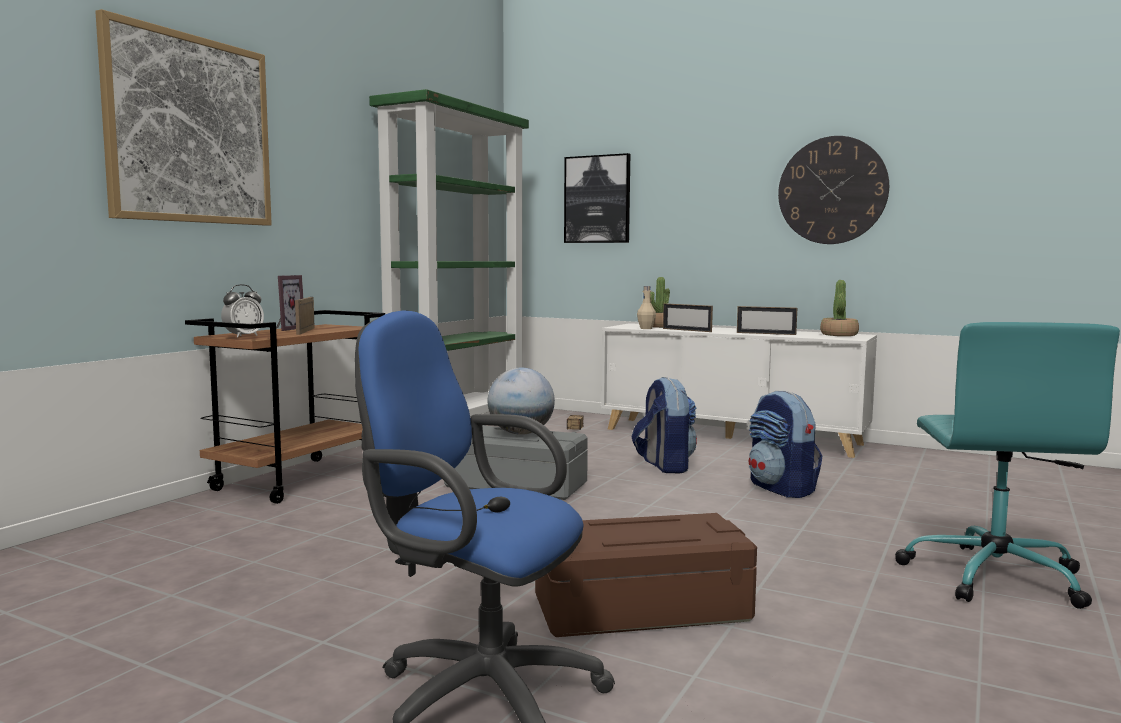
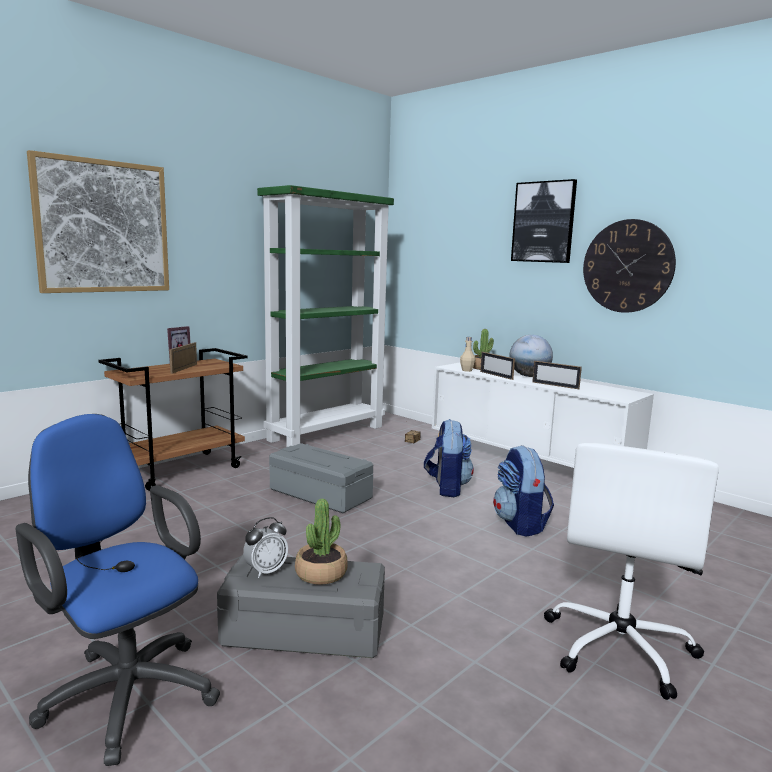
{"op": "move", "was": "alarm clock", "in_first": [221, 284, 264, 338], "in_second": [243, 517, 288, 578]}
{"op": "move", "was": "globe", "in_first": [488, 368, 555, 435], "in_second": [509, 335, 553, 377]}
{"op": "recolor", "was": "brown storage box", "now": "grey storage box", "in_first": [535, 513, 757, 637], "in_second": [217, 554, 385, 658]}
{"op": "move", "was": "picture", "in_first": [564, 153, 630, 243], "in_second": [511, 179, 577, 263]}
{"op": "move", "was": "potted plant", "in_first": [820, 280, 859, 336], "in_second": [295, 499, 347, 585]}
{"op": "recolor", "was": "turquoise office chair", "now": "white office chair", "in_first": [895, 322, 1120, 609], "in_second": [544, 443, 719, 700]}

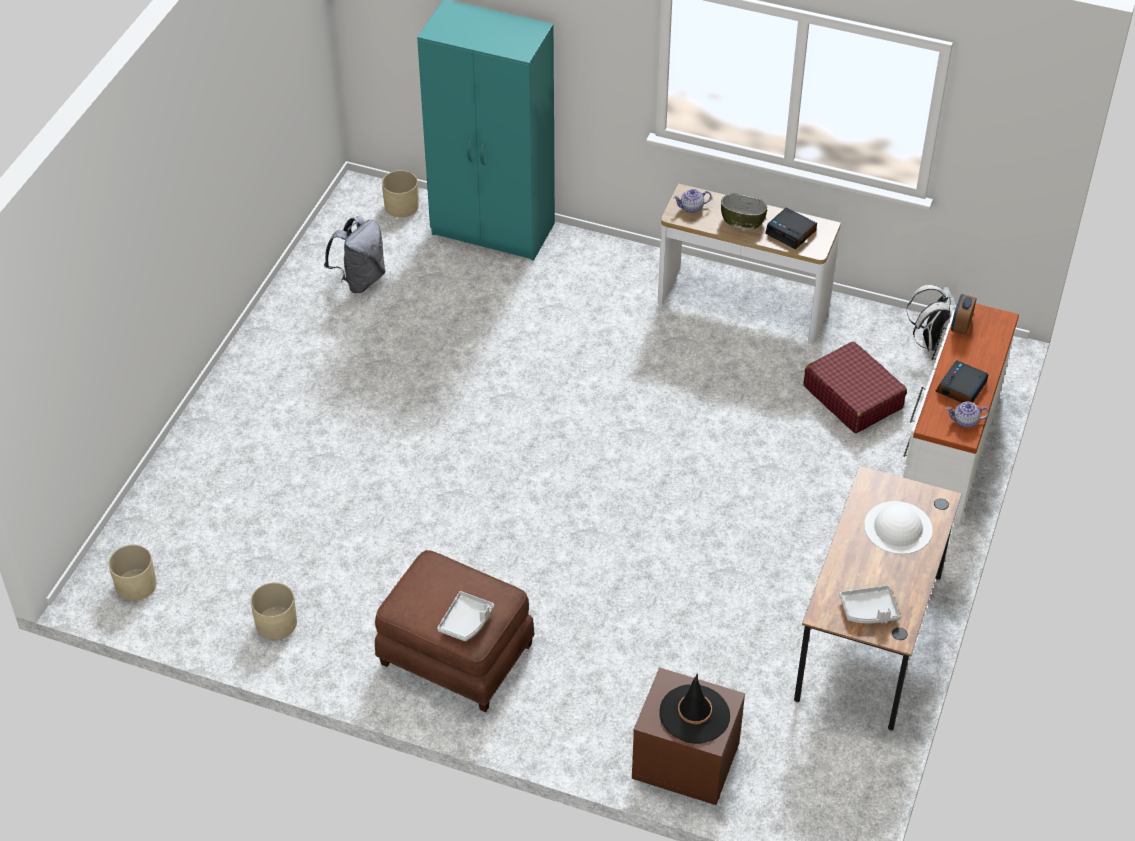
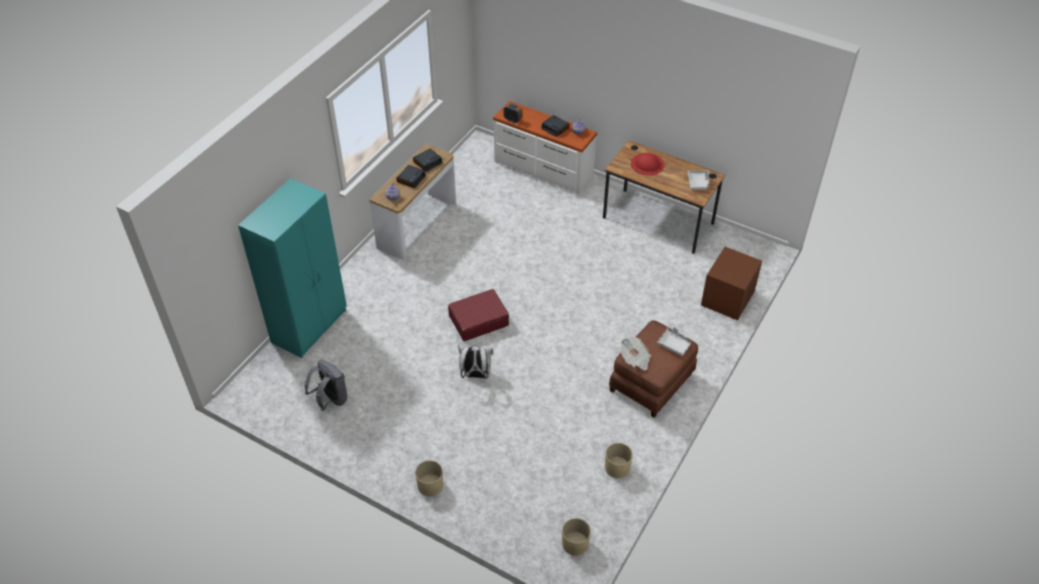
{"op": "move", "was": "beige planter", "in_first": [382, 170, 419, 218], "in_second": [415, 460, 443, 496]}
{"op": "delete", "was": "black hat", "in_first": [659, 673, 730, 744]}
{"op": "replace", "was": "bowl", "now": "alarm clock", "in_first": [721, 194, 767, 230], "in_second": [397, 165, 426, 188]}
{"op": "move", "was": "red suitcase", "in_first": [804, 341, 907, 433], "in_second": [448, 289, 509, 341]}
{"op": "recolor", "was": "white hat", "now": "red hat", "in_first": [864, 501, 933, 554], "in_second": [631, 153, 665, 175]}
{"op": "move", "was": "white backpack", "in_first": [907, 285, 956, 355], "in_second": [458, 345, 494, 379]}
{"op": "insert", "now": "newspaper", "in_second": [620, 337, 651, 370]}

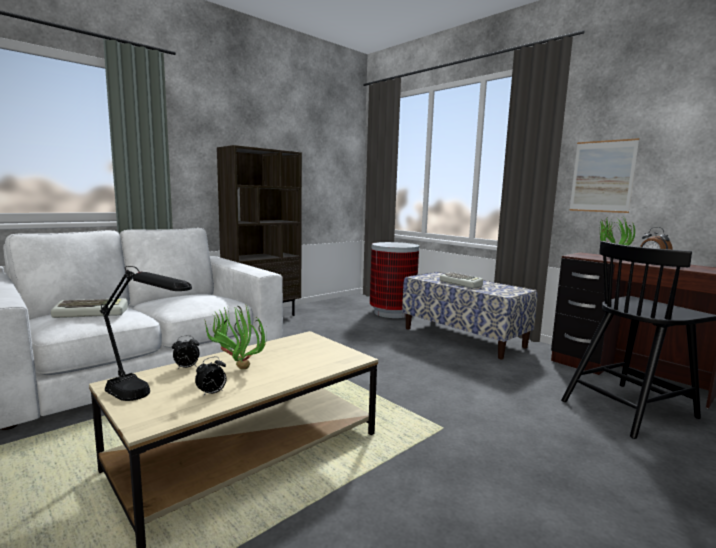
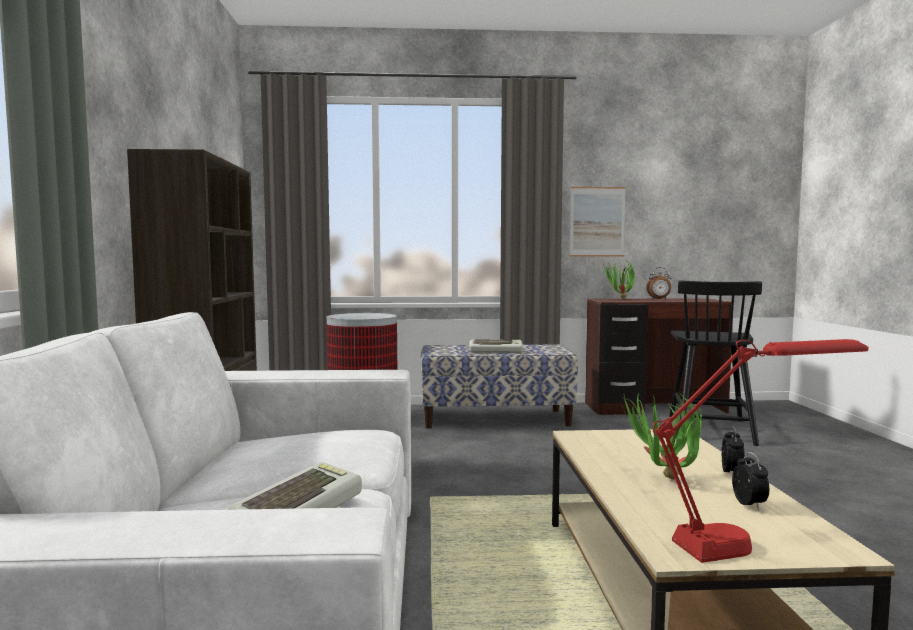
{"op": "recolor", "was": "black table lamp", "now": "red table lamp", "in_first": [100, 266, 192, 401], "in_second": [653, 339, 868, 563]}
{"op": "move", "was": "alarm clock", "in_first": [172, 335, 199, 369], "in_second": [722, 427, 745, 472]}

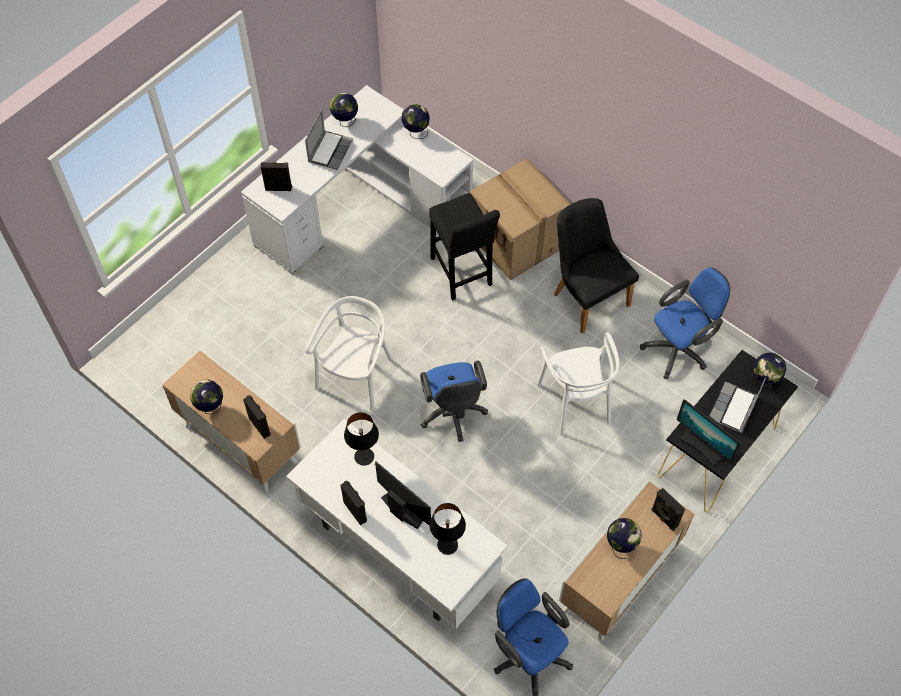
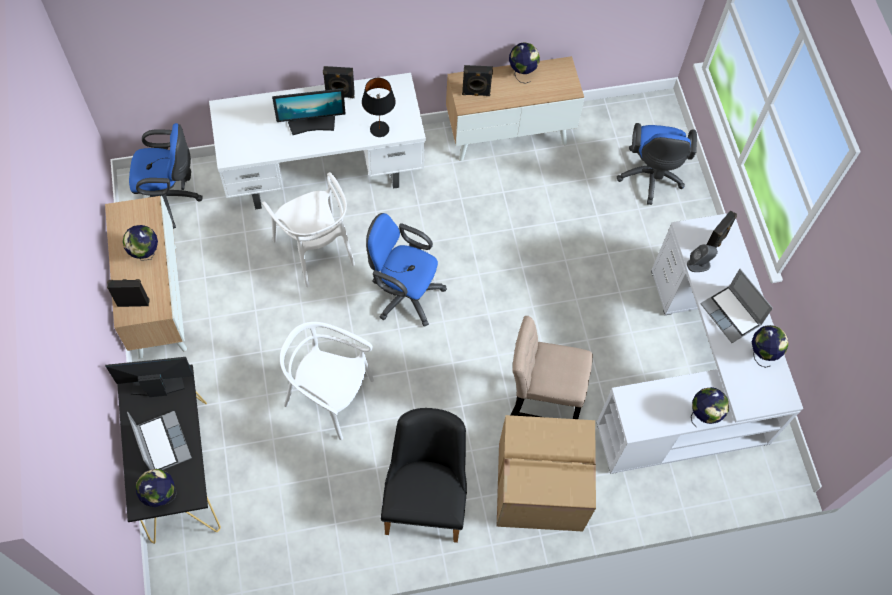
{"op": "move", "was": "white chair", "in_first": [306, 296, 392, 410], "in_second": [262, 172, 355, 287]}
{"op": "recolor", "was": "black stool", "now": "beige stool", "in_first": [429, 193, 500, 300], "in_second": [511, 316, 593, 419]}
{"op": "delete", "was": "black table lamp", "in_first": [429, 503, 466, 555]}
{"op": "rotate", "was": "black chair", "in_first": [554, 198, 639, 334], "in_second": [381, 408, 467, 543], "clockwise": -90}
{"op": "move", "was": "blue office chair", "in_first": [640, 267, 730, 379], "in_second": [617, 123, 697, 205]}
{"op": "insert", "now": "grey speaker", "in_second": [687, 244, 718, 272]}

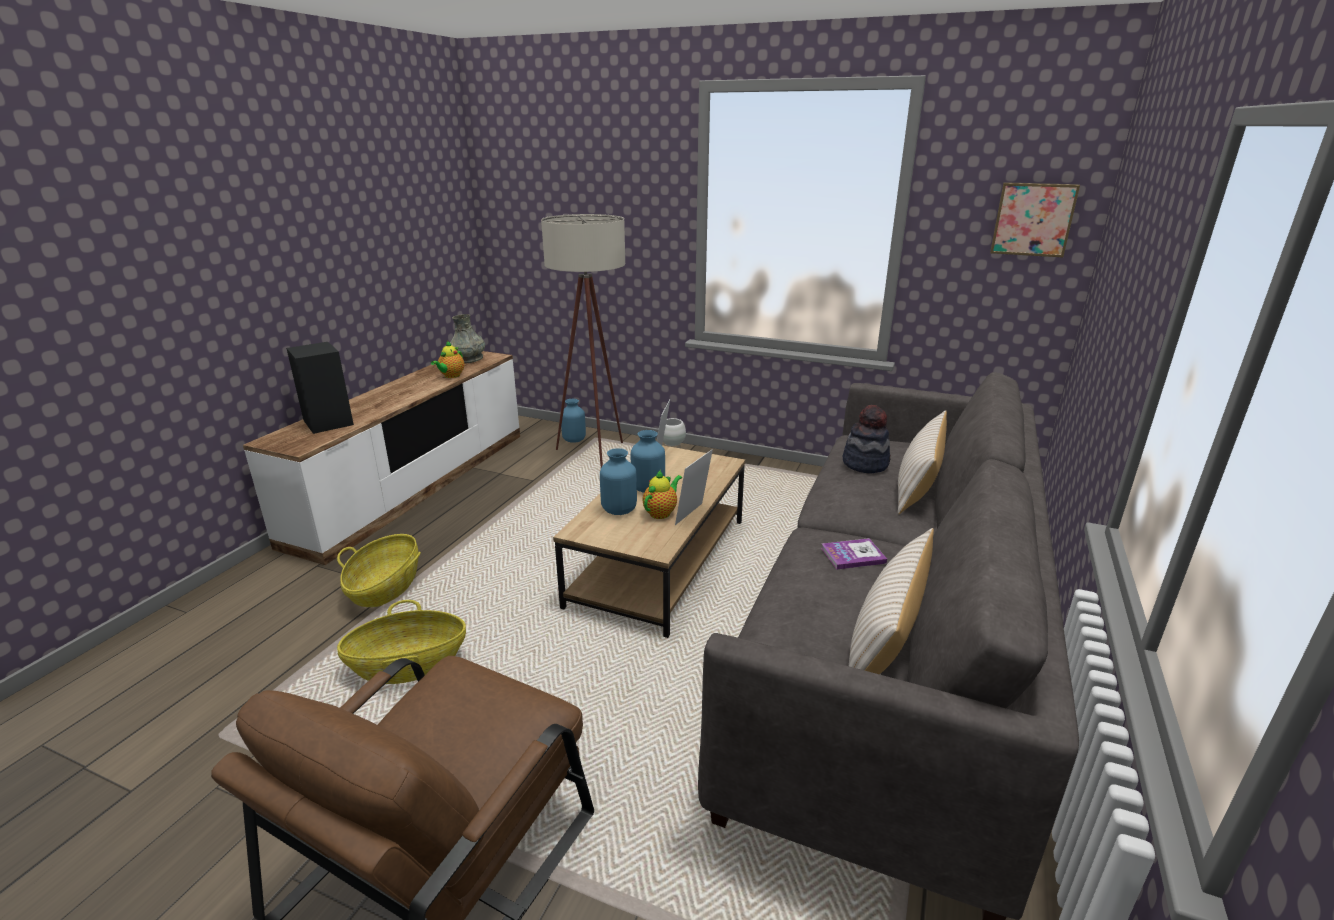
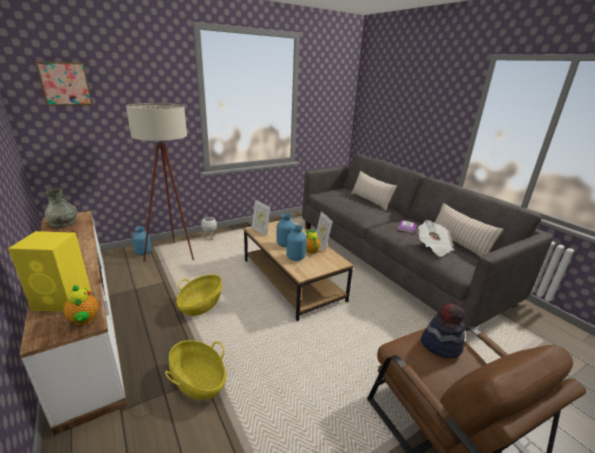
{"op": "recolor", "was": "black speaker", "now": "yellow speaker", "in_first": [286, 342, 354, 434], "in_second": [8, 231, 91, 312]}
{"op": "move", "was": "basket", "in_first": [337, 600, 466, 684], "in_second": [177, 275, 222, 316]}
{"op": "move", "was": "teapot", "in_first": [431, 341, 464, 378], "in_second": [63, 285, 98, 325]}
{"op": "move", "was": "hat", "in_first": [843, 405, 891, 474], "in_second": [421, 303, 465, 358]}
{"op": "move", "was": "picture", "in_first": [990, 182, 1080, 258], "in_second": [35, 61, 93, 106]}
{"op": "insert", "now": "newspaper", "in_second": [418, 220, 454, 257]}

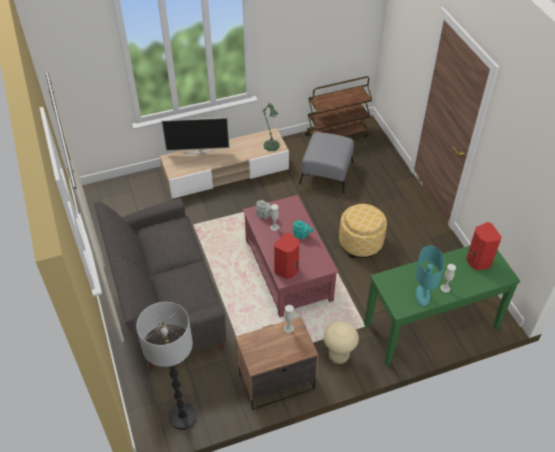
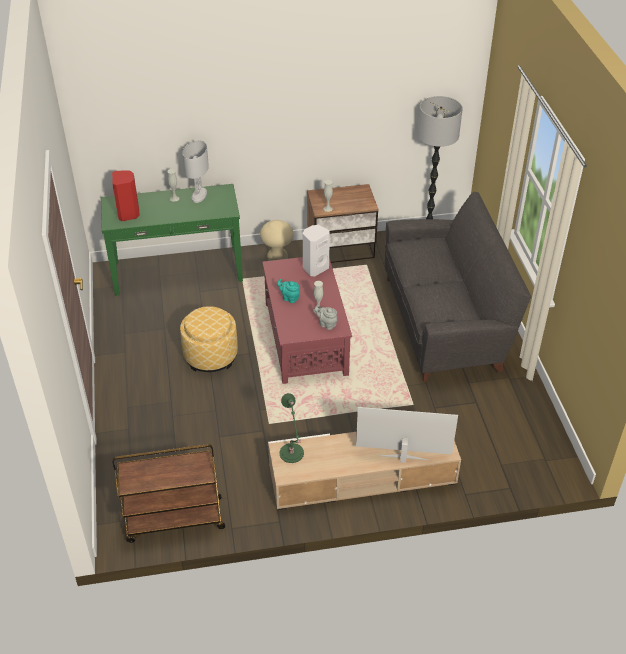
{"op": "recolor", "was": "red speaker", "now": "white speaker", "in_first": [274, 233, 299, 279], "in_second": [303, 225, 330, 276]}
{"op": "delete", "was": "grey ottoman", "in_first": [299, 132, 354, 193]}
{"op": "recolor", "was": "turquoise table lamp", "now": "white table lamp", "in_first": [415, 245, 444, 306], "in_second": [183, 140, 209, 203]}

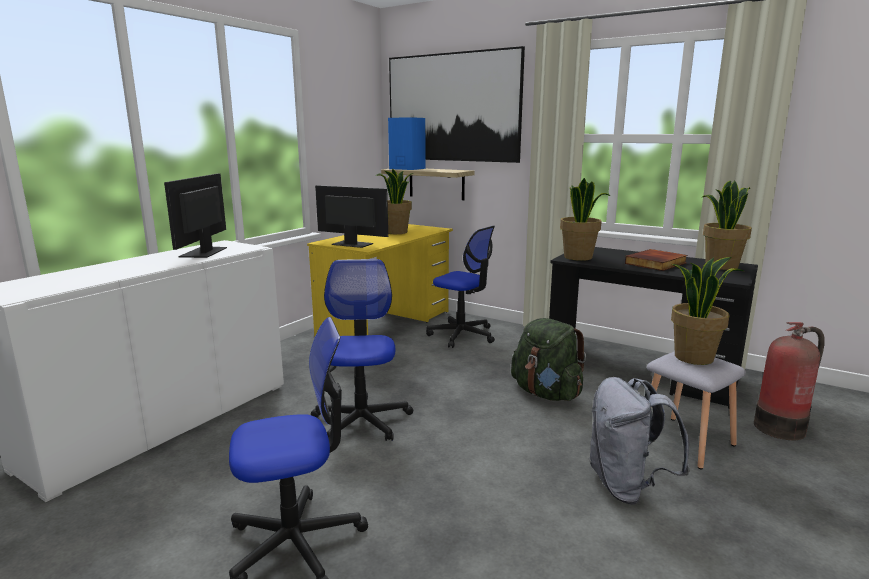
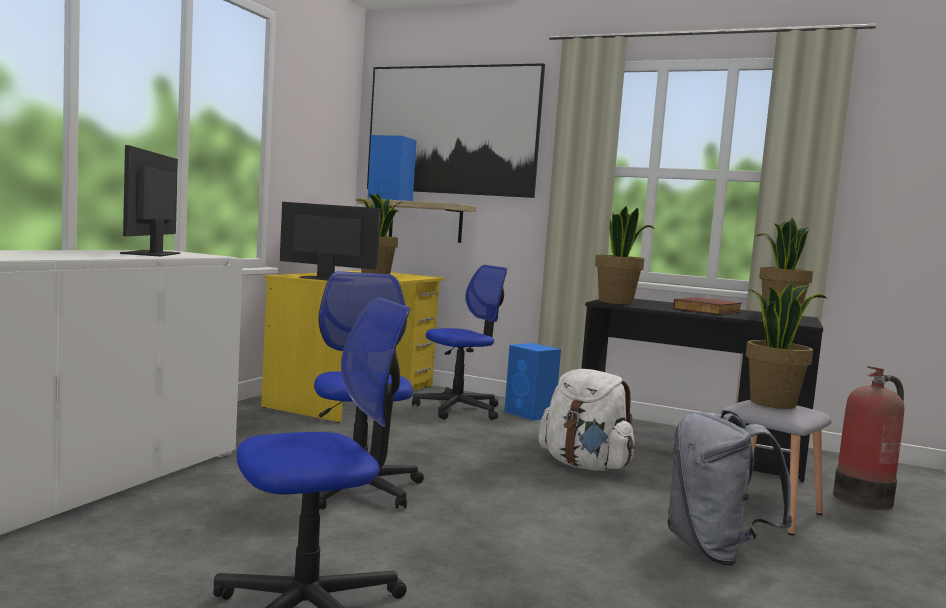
{"op": "rotate", "was": "office chair", "in_first": [426, 226, 495, 348], "in_second": [412, 265, 507, 420], "clockwise": -60}
{"op": "recolor", "was": "green backpack", "now": "white backpack", "in_first": [511, 318, 586, 401], "in_second": [539, 369, 635, 471]}
{"op": "insert", "now": "blue speaker", "in_second": [504, 343, 561, 421]}

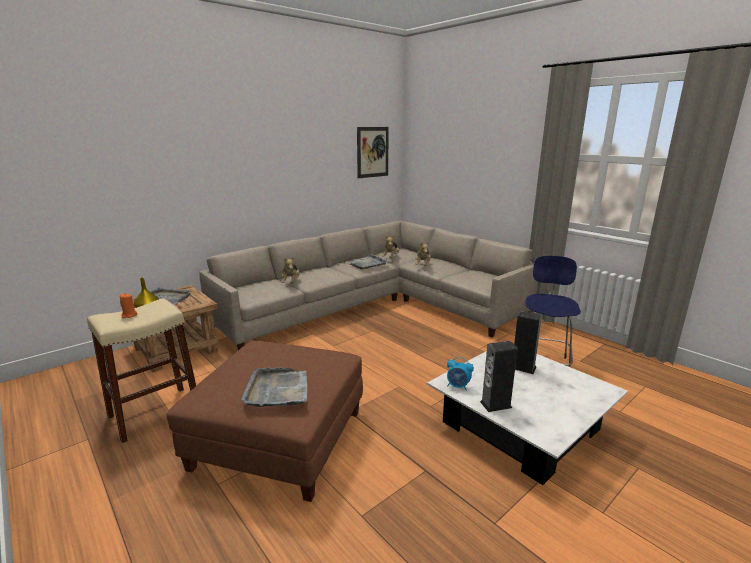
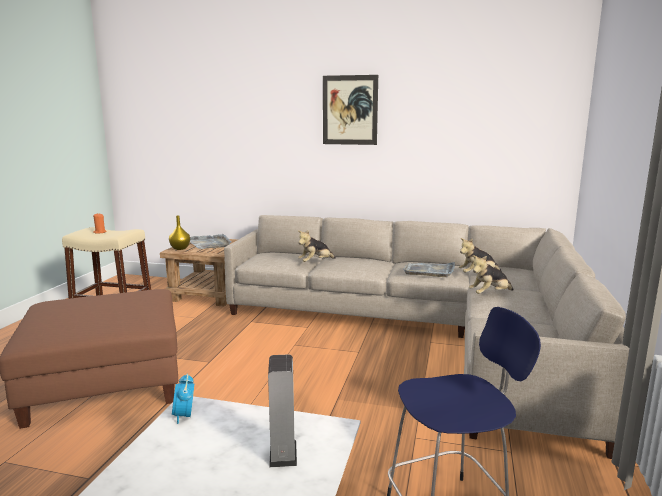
{"op": "delete", "was": "grey tray", "in_first": [241, 367, 307, 407]}
{"op": "move", "was": "picture", "in_first": [357, 127, 389, 178], "in_second": [323, 75, 378, 145]}
{"op": "delete", "was": "speaker", "in_first": [480, 341, 518, 412]}

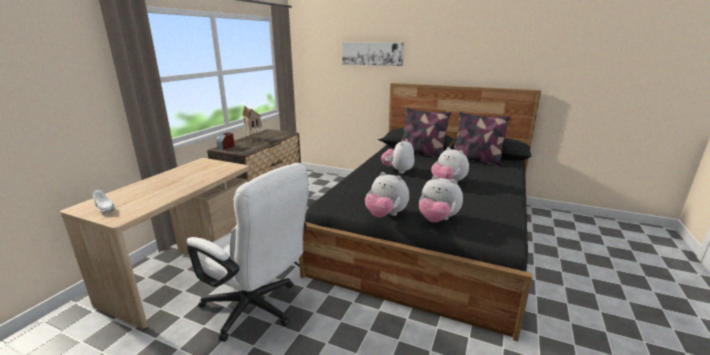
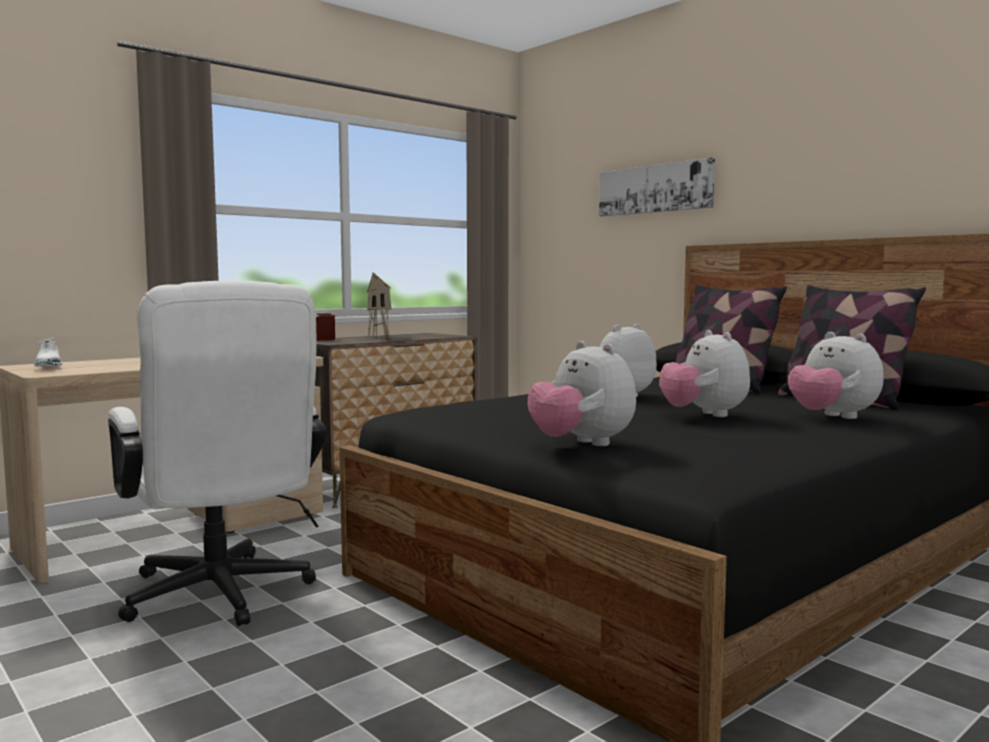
{"op": "move", "was": "plush toy", "in_first": [365, 172, 409, 217], "in_second": [788, 332, 884, 419]}

